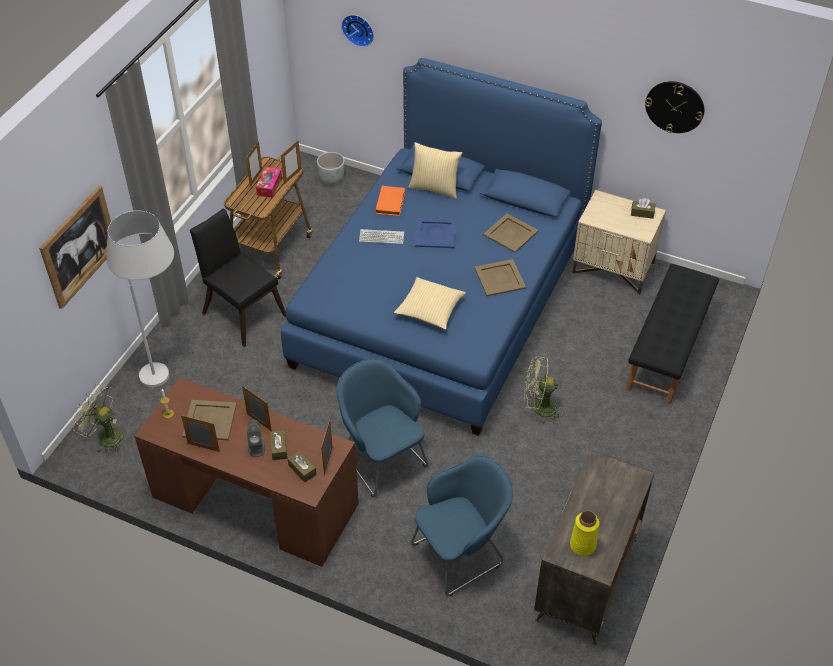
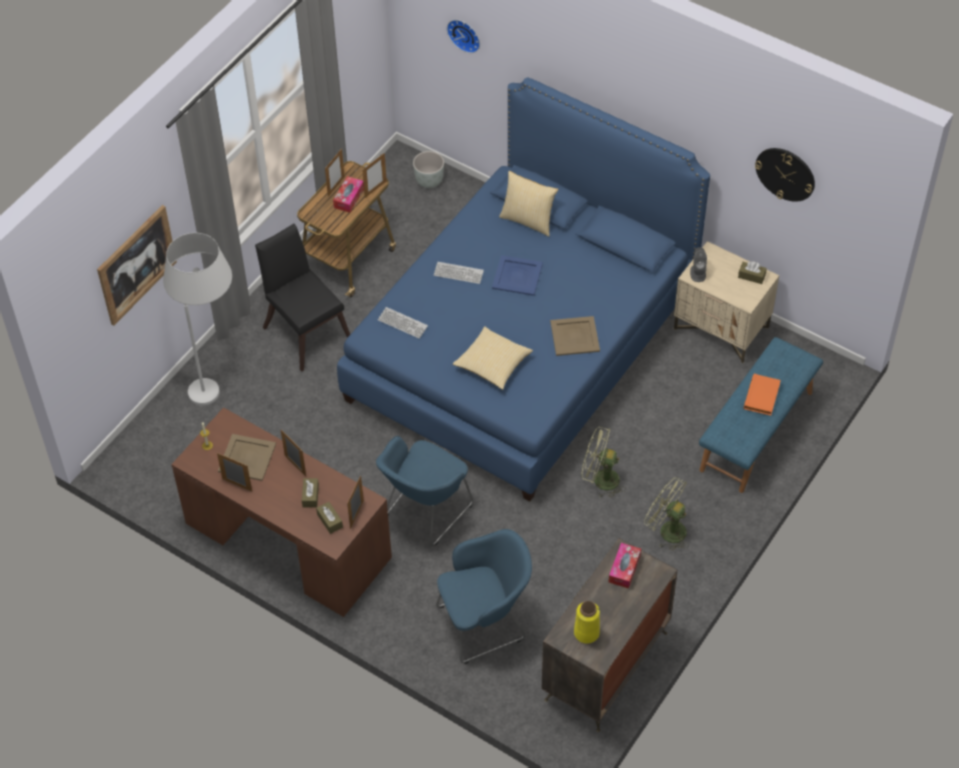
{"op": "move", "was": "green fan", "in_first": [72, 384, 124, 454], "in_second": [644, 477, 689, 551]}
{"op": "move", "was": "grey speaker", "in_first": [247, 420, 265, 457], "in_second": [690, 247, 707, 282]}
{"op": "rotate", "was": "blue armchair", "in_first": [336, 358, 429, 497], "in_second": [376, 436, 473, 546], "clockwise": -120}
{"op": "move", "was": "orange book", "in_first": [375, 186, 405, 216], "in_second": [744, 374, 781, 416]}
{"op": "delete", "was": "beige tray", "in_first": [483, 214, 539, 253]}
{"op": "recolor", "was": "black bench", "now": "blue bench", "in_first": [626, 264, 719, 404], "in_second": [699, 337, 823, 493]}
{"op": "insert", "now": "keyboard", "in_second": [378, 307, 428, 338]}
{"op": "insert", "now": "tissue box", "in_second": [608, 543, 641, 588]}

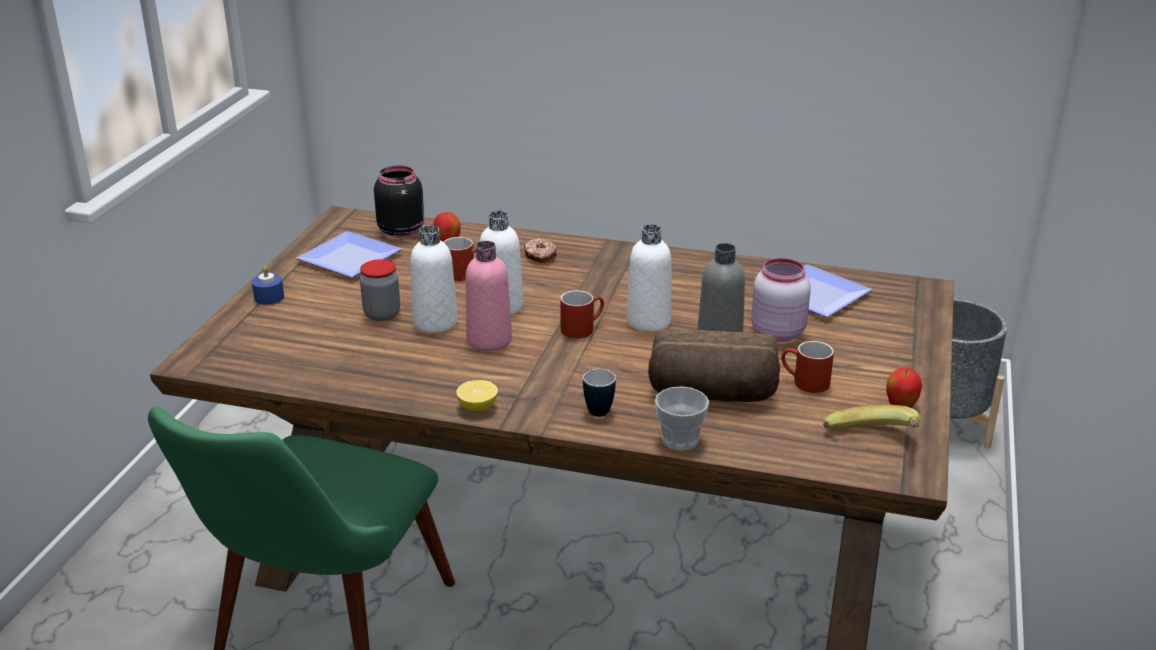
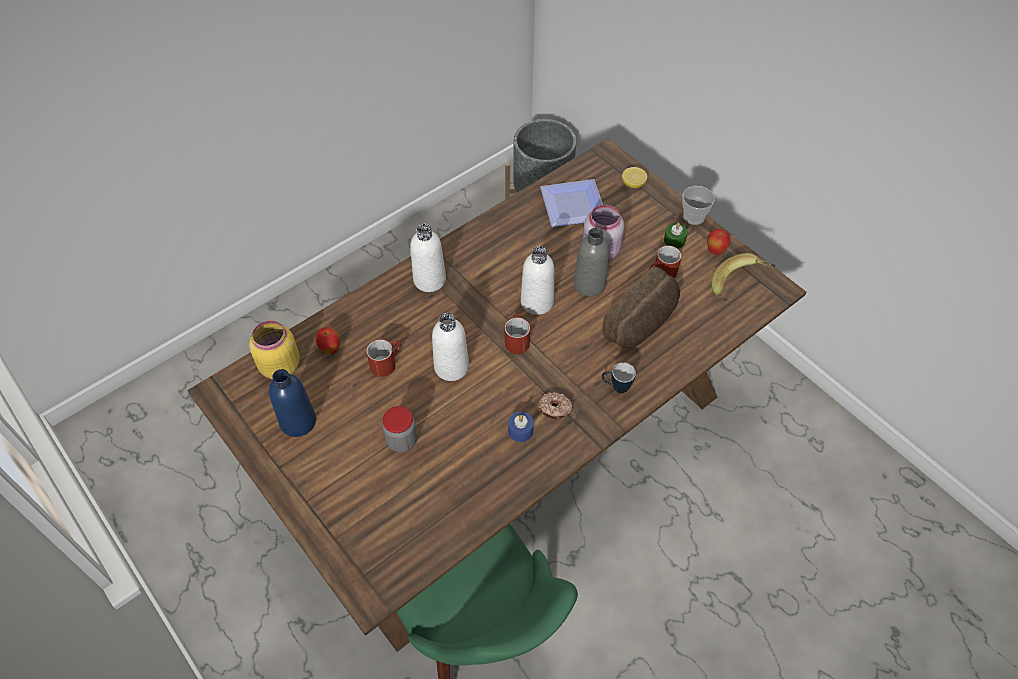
{"op": "move", "was": "blue candle", "in_first": [252, 266, 284, 305], "in_second": [508, 412, 534, 442]}
{"op": "replace", "was": "plate", "now": "blue bottle", "in_first": [296, 231, 402, 278], "in_second": [269, 369, 316, 437]}
{"op": "recolor", "was": "black jar", "now": "yellow jar", "in_first": [374, 165, 424, 238], "in_second": [249, 321, 300, 379]}
{"op": "move", "was": "white bottle", "in_first": [410, 225, 458, 333], "in_second": [410, 224, 446, 292]}
{"op": "move", "was": "lemon", "in_first": [456, 380, 498, 411], "in_second": [622, 167, 647, 188]}
{"op": "delete", "was": "pink bottle", "in_first": [465, 241, 512, 351]}
{"op": "move", "was": "donut", "in_first": [524, 238, 557, 263], "in_second": [538, 392, 573, 419]}
{"op": "move", "was": "cup", "in_first": [655, 386, 709, 451], "in_second": [682, 186, 715, 225]}
{"op": "insert", "now": "green candle", "in_second": [664, 223, 688, 249]}

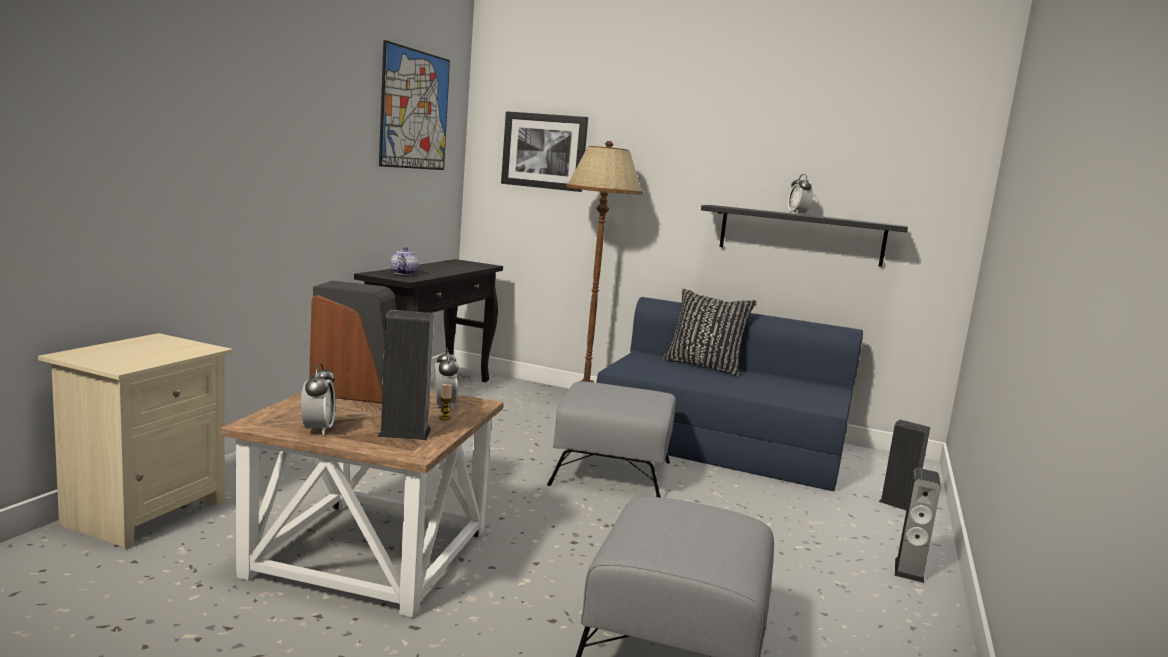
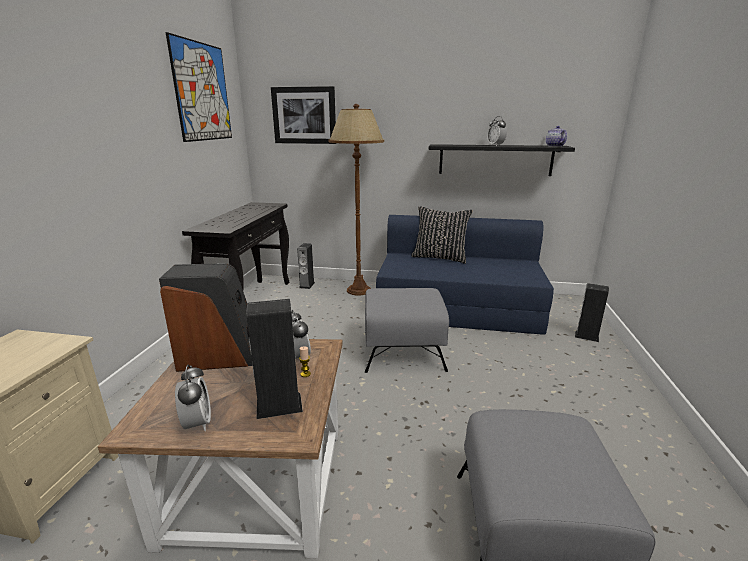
{"op": "move", "was": "teapot", "in_first": [390, 247, 419, 275], "in_second": [546, 126, 567, 147]}
{"op": "move", "was": "speaker", "in_first": [895, 468, 941, 583], "in_second": [297, 243, 315, 289]}

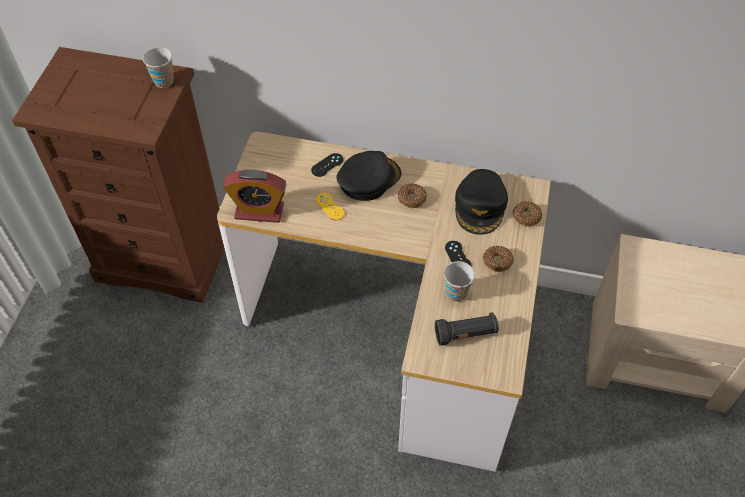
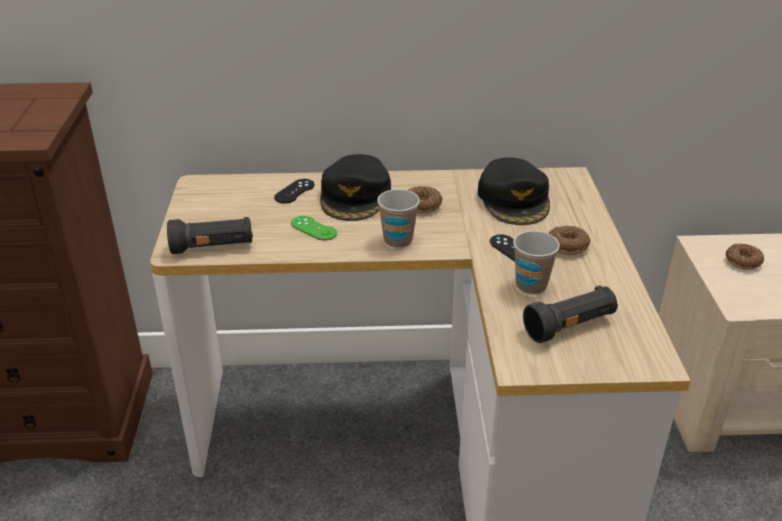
{"op": "move", "was": "cup", "in_first": [143, 47, 174, 88], "in_second": [377, 189, 420, 248]}
{"op": "replace", "was": "alarm clock", "now": "black flashlight", "in_first": [223, 170, 287, 223], "in_second": [167, 217, 253, 254]}
{"op": "recolor", "was": "yellow game controller", "now": "green game controller", "in_first": [316, 193, 344, 220], "in_second": [291, 216, 337, 240]}
{"op": "rotate", "was": "black cap", "in_first": [336, 151, 401, 201], "in_second": [320, 154, 391, 221], "clockwise": 150}
{"op": "move", "was": "donut", "in_first": [513, 201, 542, 227], "in_second": [726, 243, 764, 270]}

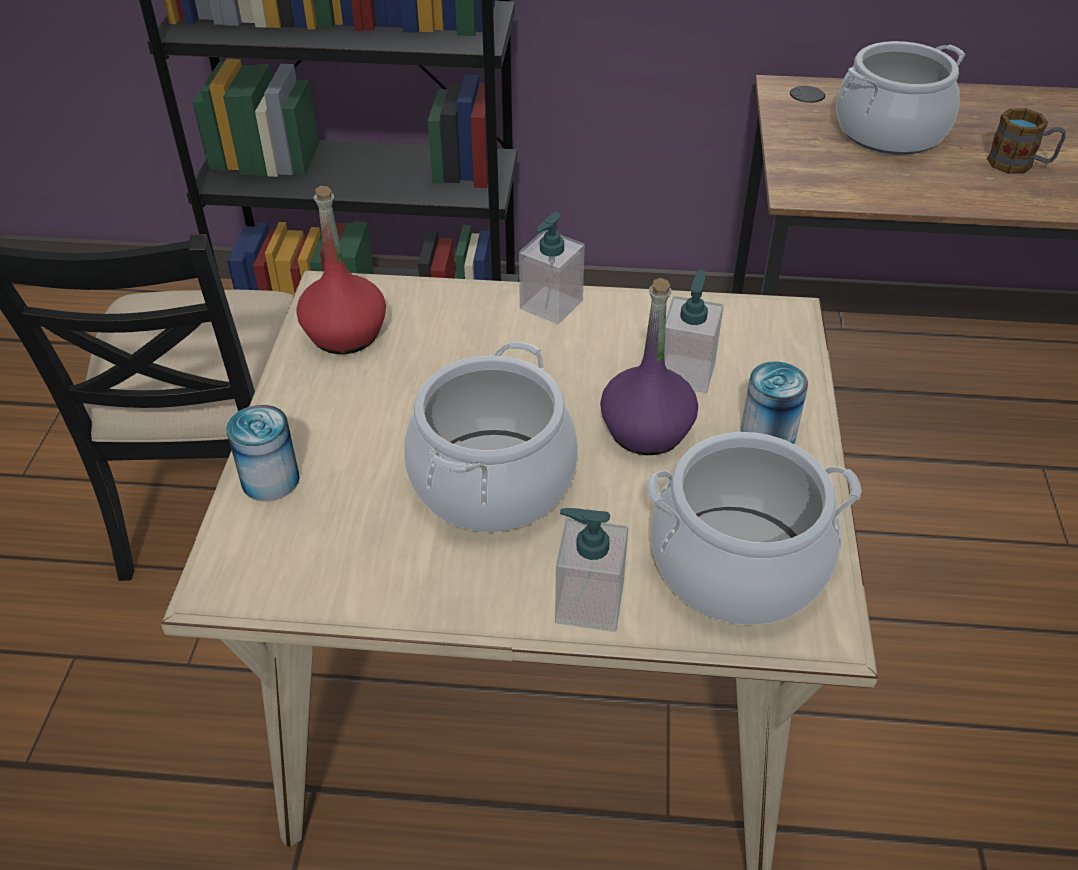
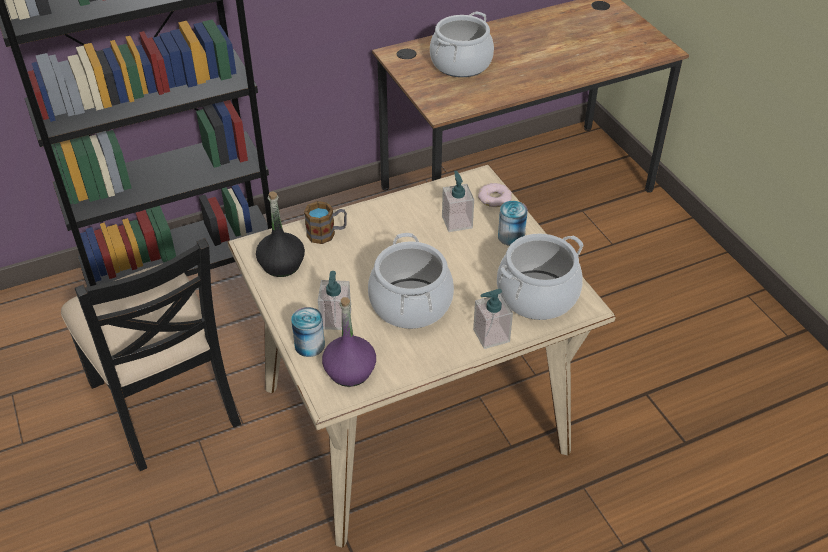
{"op": "recolor", "was": "red bottle", "now": "black bottle", "in_first": [296, 186, 386, 354], "in_second": [256, 191, 305, 277]}
{"op": "move", "was": "soap dispenser", "in_first": [519, 212, 585, 324], "in_second": [318, 271, 351, 330]}
{"op": "move", "was": "purple bottle", "in_first": [600, 278, 698, 455], "in_second": [322, 297, 376, 387]}
{"op": "move", "was": "mug", "in_first": [987, 108, 1066, 174], "in_second": [304, 201, 347, 244]}
{"op": "insert", "now": "donut", "in_second": [478, 183, 512, 207]}

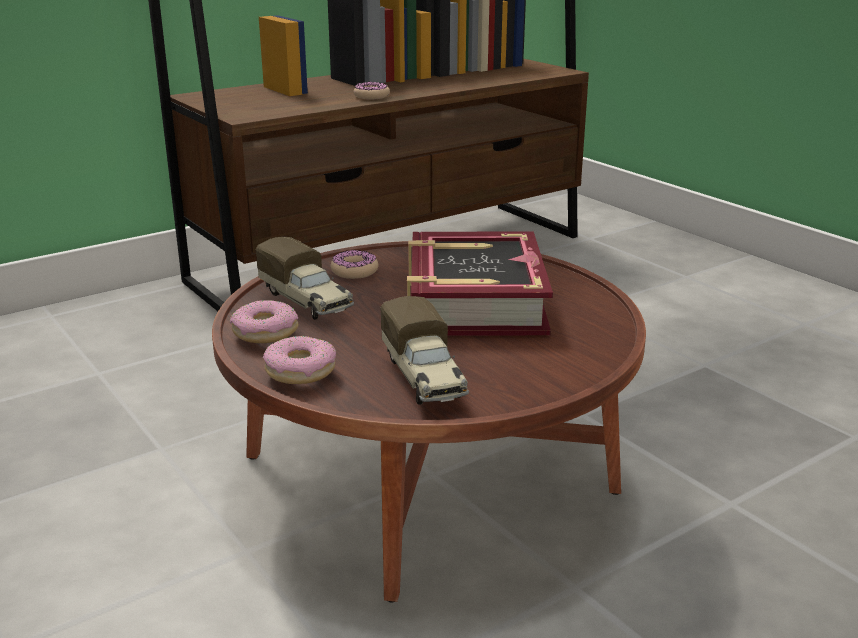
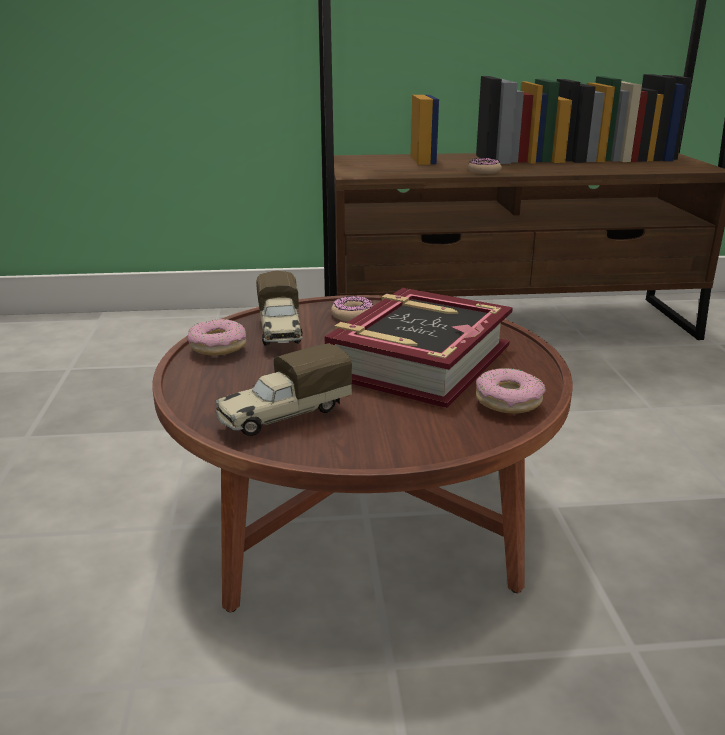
{"op": "move", "was": "donut", "in_first": [263, 336, 336, 384], "in_second": [476, 368, 546, 413]}
{"op": "rotate", "was": "toy truck", "in_first": [380, 296, 469, 404], "in_second": [215, 343, 352, 436], "clockwise": 45}

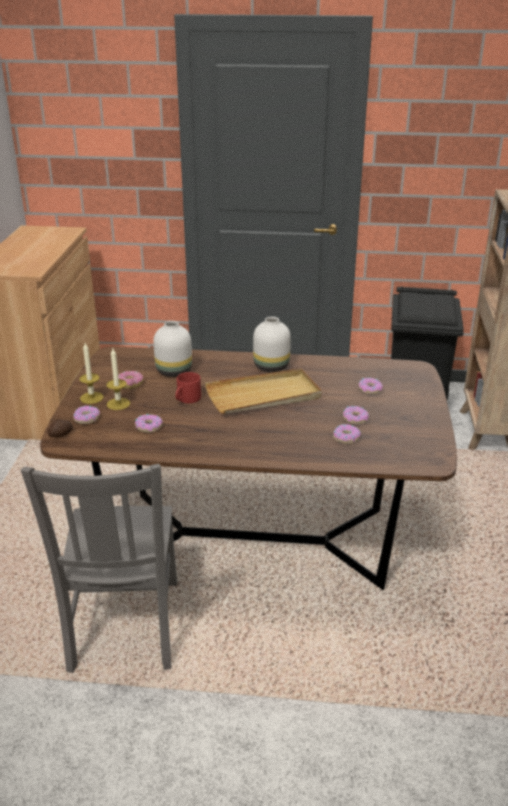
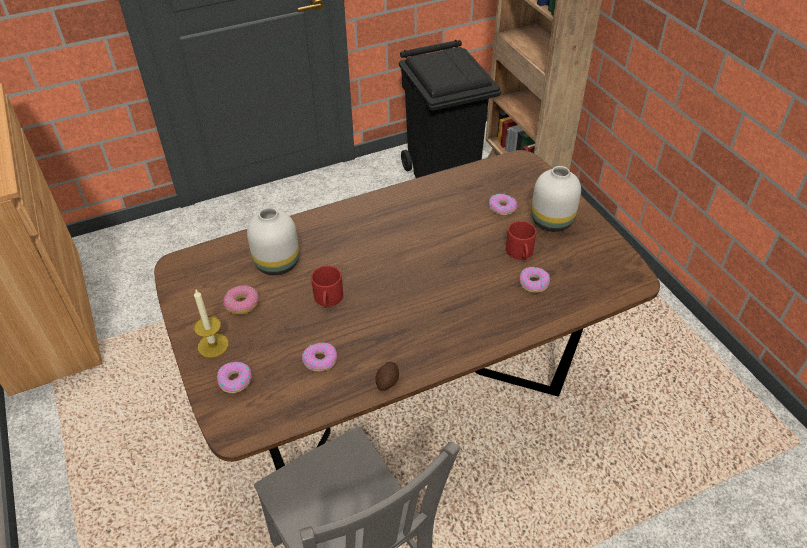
{"op": "move", "was": "potato", "in_first": [48, 419, 73, 437], "in_second": [376, 362, 399, 391]}
{"op": "delete", "was": "candle", "in_first": [106, 348, 130, 410]}
{"op": "delete", "was": "beige tray", "in_first": [205, 368, 322, 414]}
{"op": "move", "was": "white vase", "in_first": [253, 317, 291, 372], "in_second": [531, 166, 581, 232]}
{"op": "replace", "was": "donut", "now": "red mug", "in_first": [343, 406, 369, 424], "in_second": [506, 221, 536, 260]}

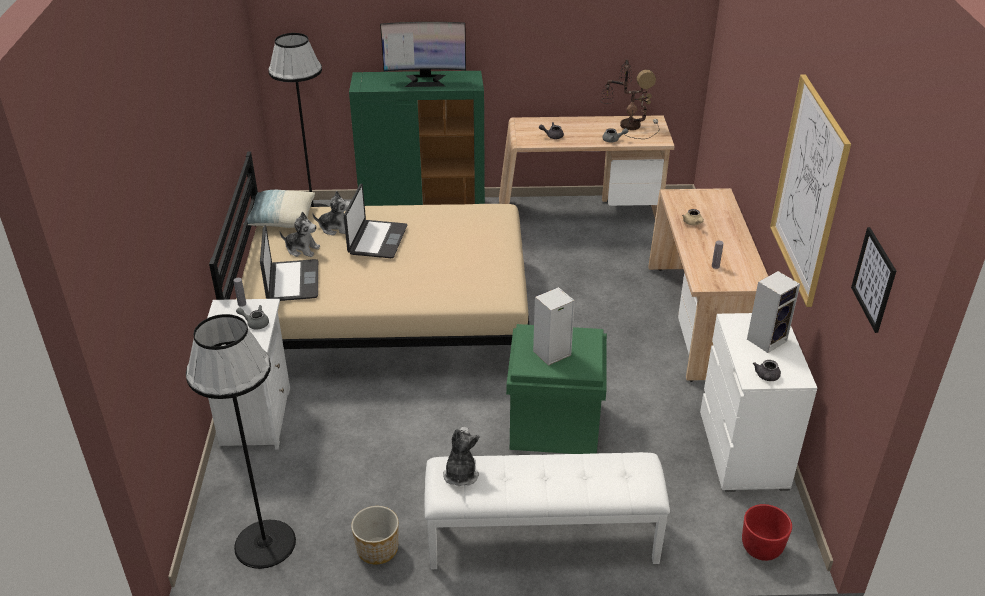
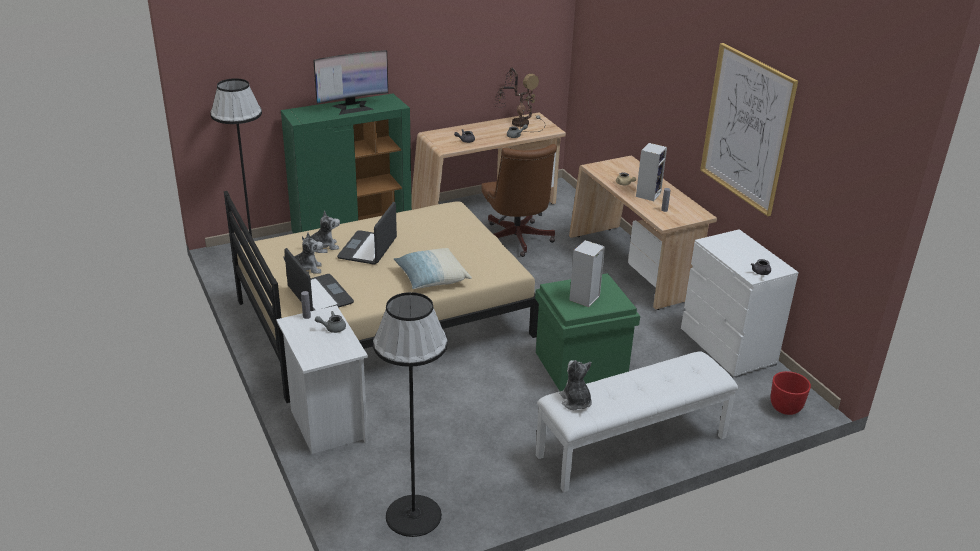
{"op": "move", "was": "pillow", "in_first": [243, 190, 315, 228], "in_second": [394, 248, 472, 289]}
{"op": "rotate", "was": "laptop", "in_first": [344, 184, 407, 258], "in_second": [337, 202, 397, 265], "clockwise": -150}
{"op": "delete", "was": "planter", "in_first": [351, 506, 399, 565]}
{"op": "move", "was": "speaker", "in_first": [747, 271, 800, 353], "in_second": [636, 143, 667, 201]}
{"op": "delete", "was": "picture", "in_first": [851, 227, 896, 333]}
{"op": "insert", "now": "brown office chair", "in_second": [481, 144, 557, 257]}

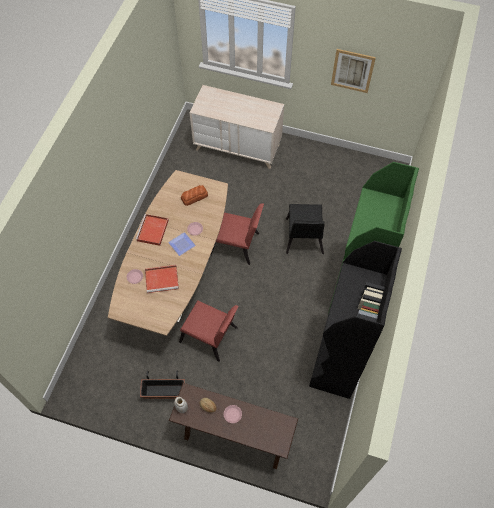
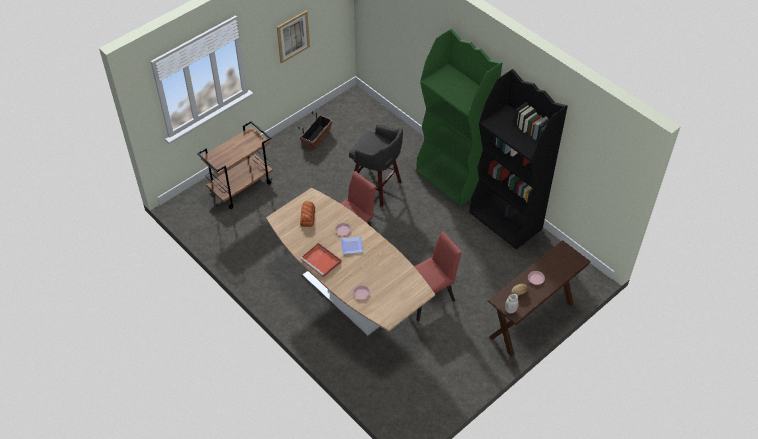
{"op": "move", "was": "planter", "in_first": [140, 371, 185, 399], "in_second": [299, 111, 333, 151]}
{"op": "delete", "was": "red tray", "in_first": [145, 265, 179, 293]}
{"op": "replace", "was": "beige dresser", "now": "brown cart", "in_first": [190, 85, 284, 169], "in_second": [197, 121, 273, 209]}
{"op": "replace", "was": "black chair", "now": "grey stool", "in_first": [286, 204, 325, 254], "in_second": [349, 125, 403, 206]}

